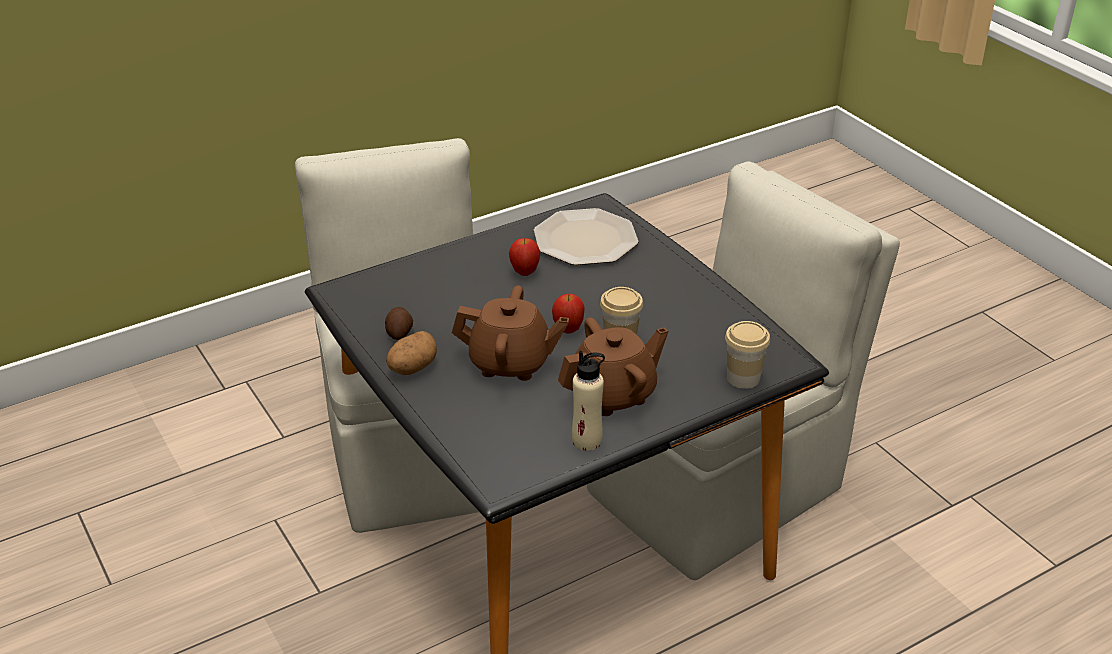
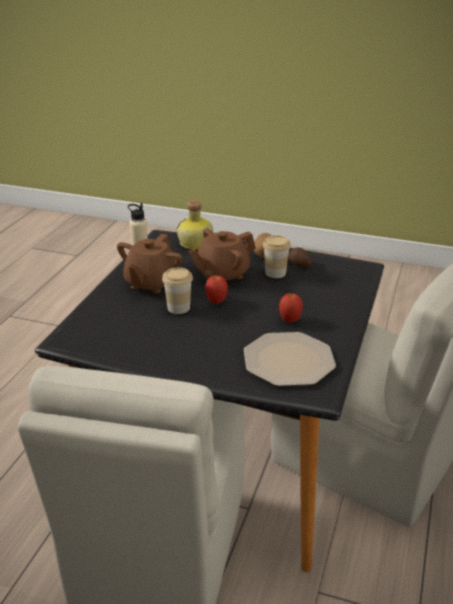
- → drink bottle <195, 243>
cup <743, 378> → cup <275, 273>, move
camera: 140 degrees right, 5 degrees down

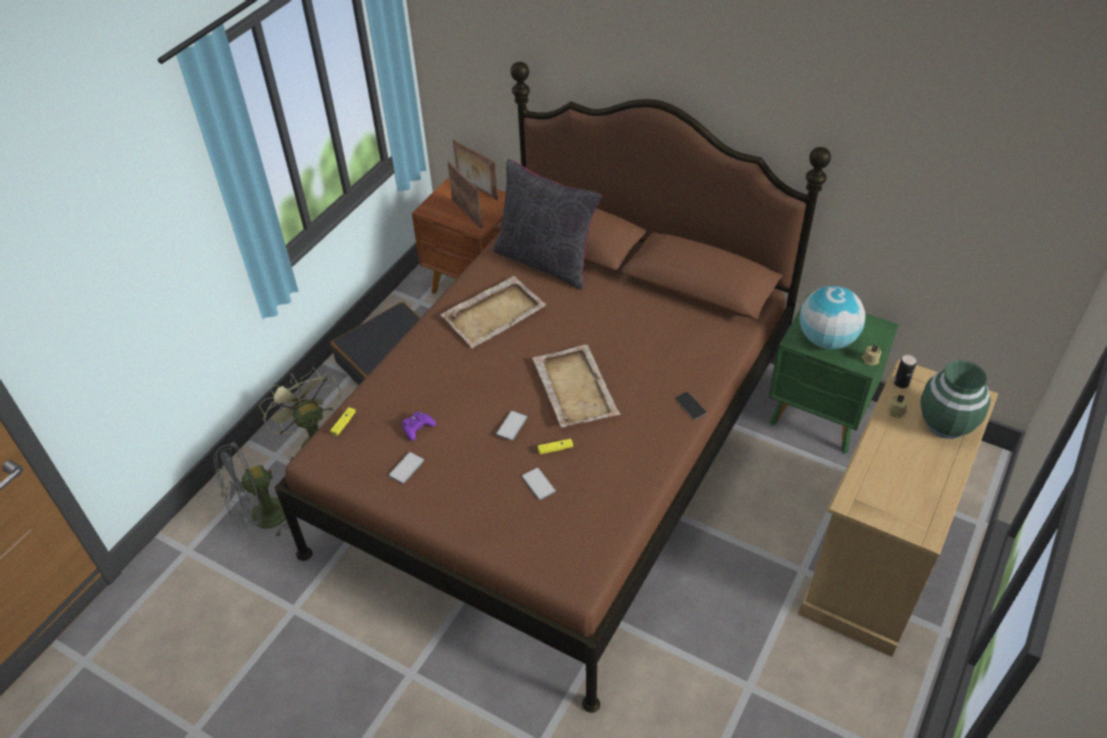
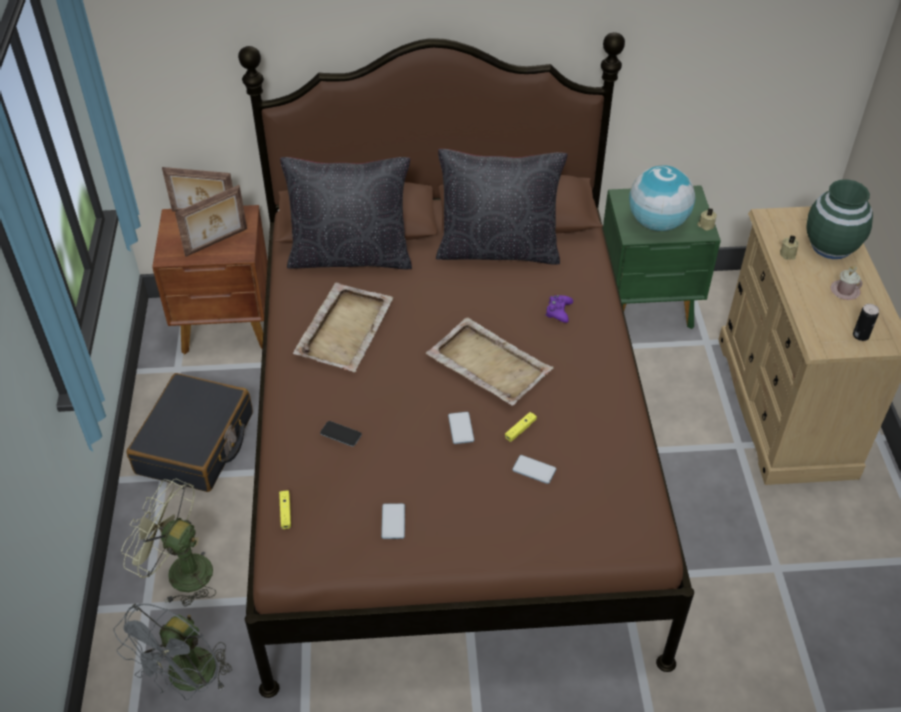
standing frame <467, 213> → standing frame <217, 243>, 120 degrees clockwise
telephone <690, 406> → telephone <341, 434>, move
- → black pillow <498, 249>
purplish joypad <417, 428> → purplish joypad <558, 311>, move
- → pink tea mug <844, 291>
can <901, 383> → can <860, 335>, move
camera: 35 degrees left, 0 degrees up

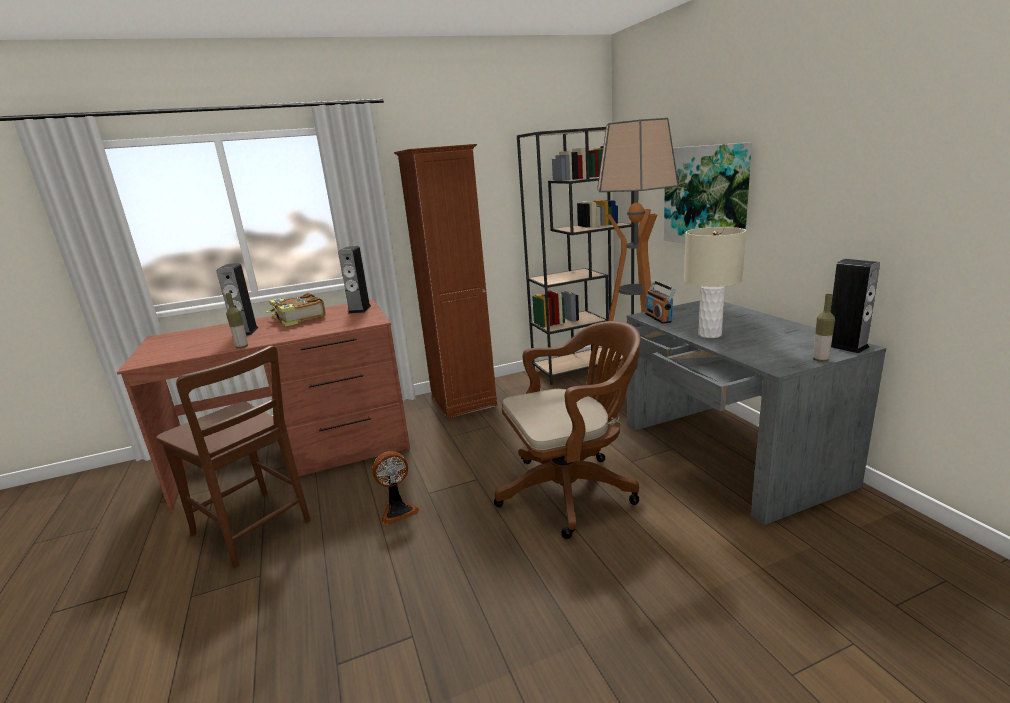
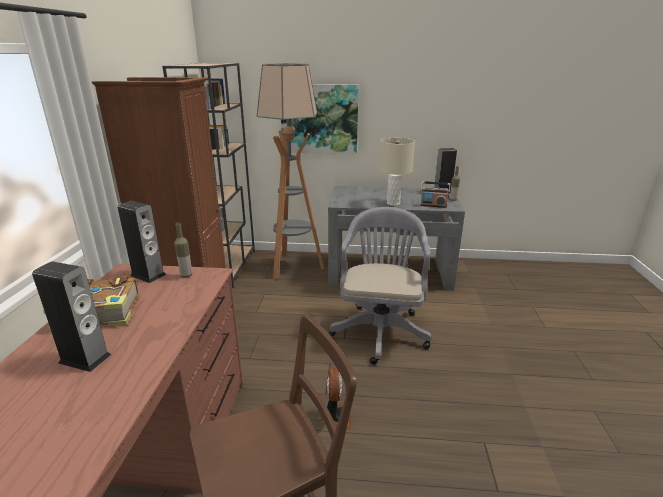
drink bottle <242, 347> → drink bottle <186, 275>, move
brownish desk chair <572, 490> → greyish desk chair <380, 329>
radio <658, 318> → radio <433, 205>, move
camera: 65 degrees left, 5 degrees up

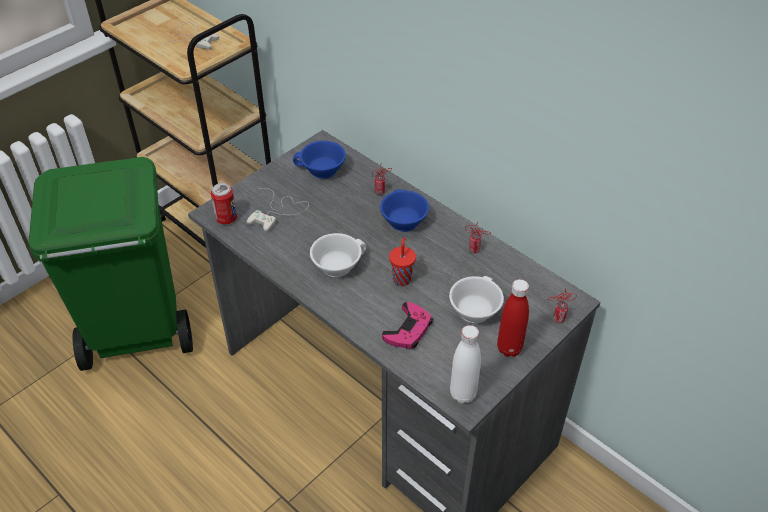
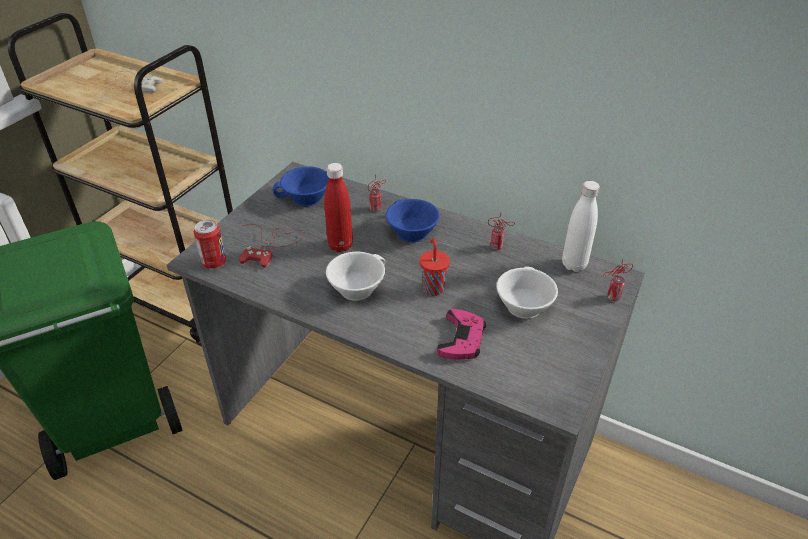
white joypad <278, 211> → red-coloured joypad <271, 245>
red-coloured drink bottle <509, 348> → red-coloured drink bottle <340, 245>, move
white drink bottle <463, 394> → white drink bottle <574, 264>, move
camera: 15 degrees left, 5 degrees down

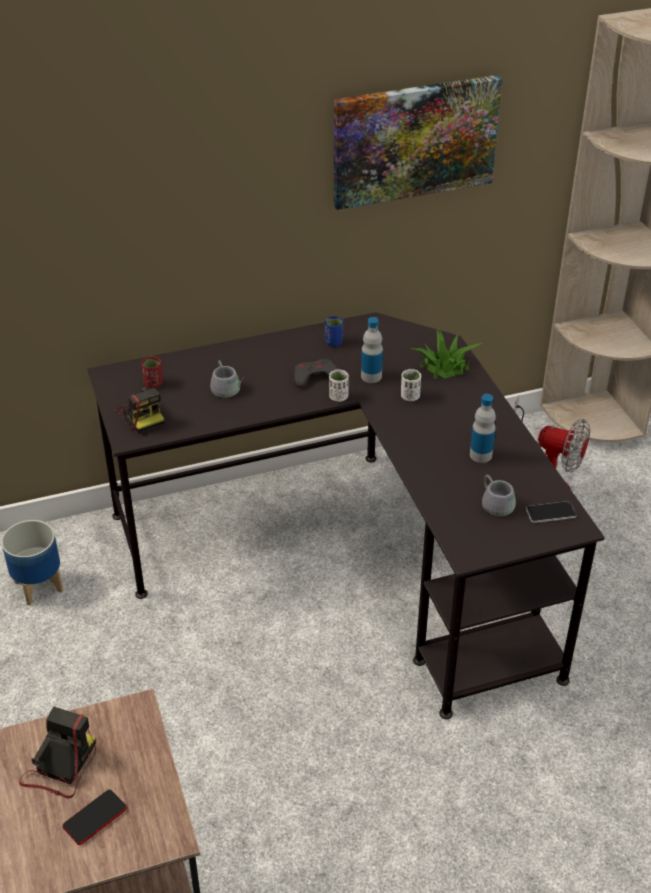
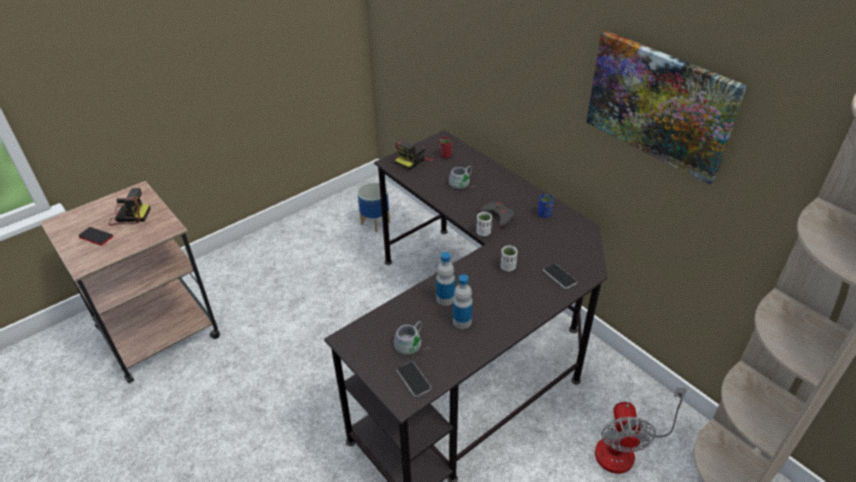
drink bottle <371, 376> → drink bottle <445, 299>, move
plant in a pot <444, 365> → telephone <559, 276>
camera: 70 degrees right, 0 degrees up

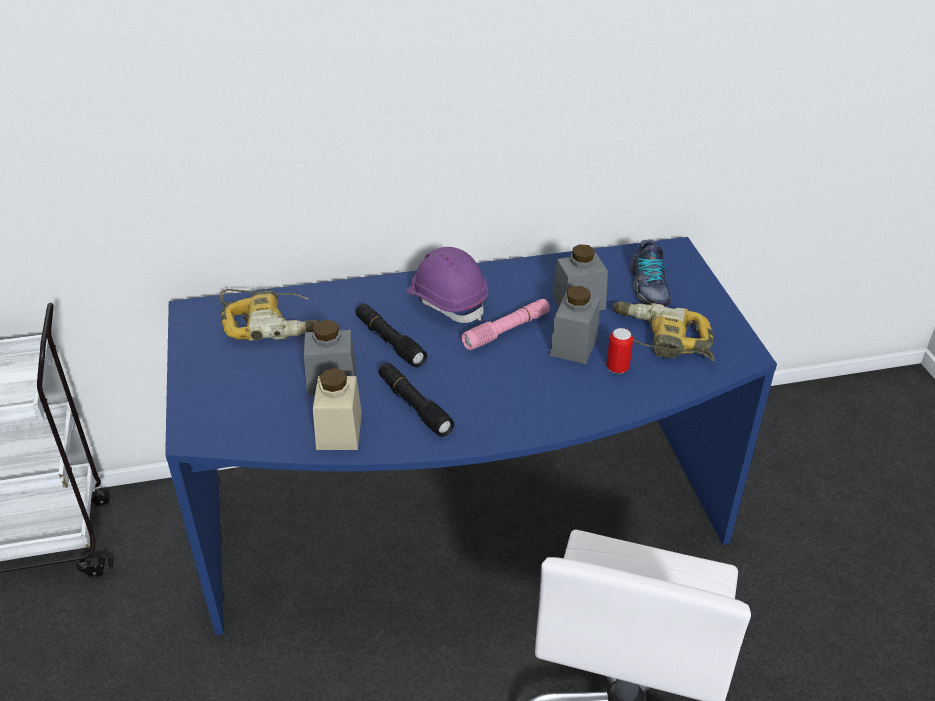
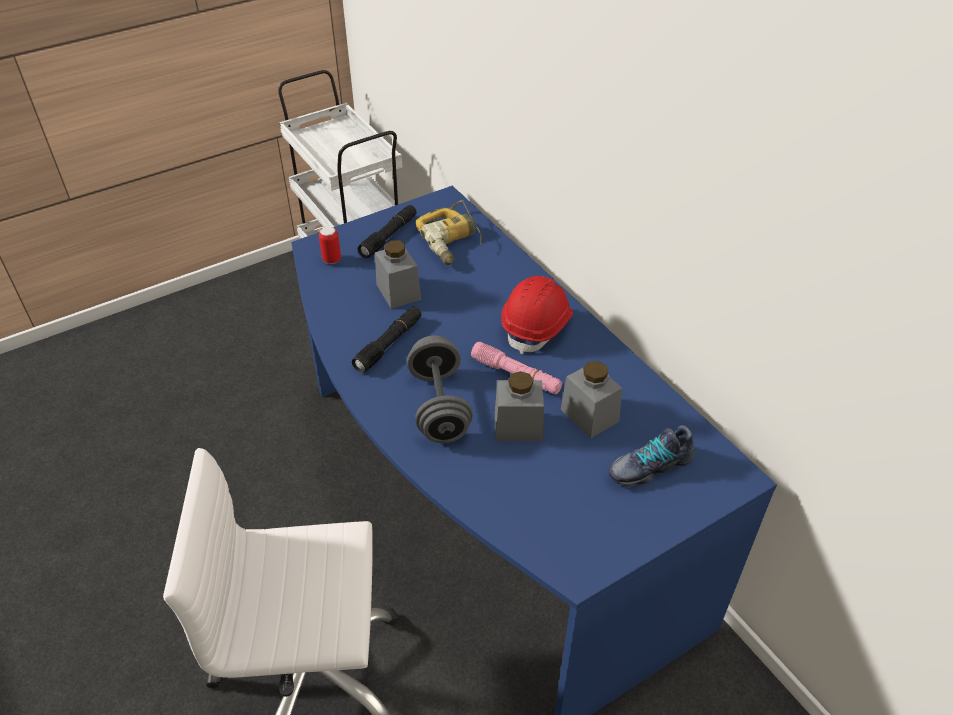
can <617, 368> → can <332, 260>, move
black torch <390, 341> → black torch <389, 236>, move
- → greyish dumbbell <439, 406>
purplish hard hat <447, 301> → red-coloured hard hat <537, 326>
sand-coloured storage jar <339, 431> → -
drill <660, 340> → -
camera: 70 degrees right, 5 degrees up

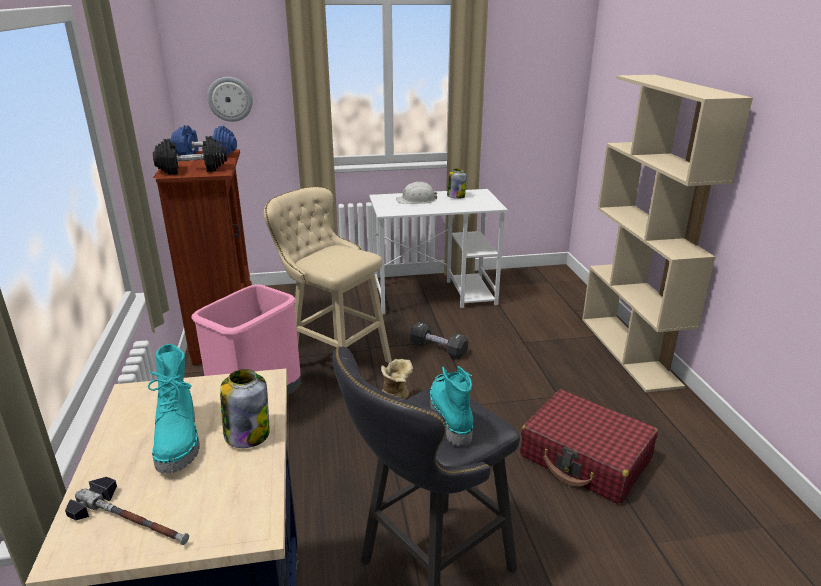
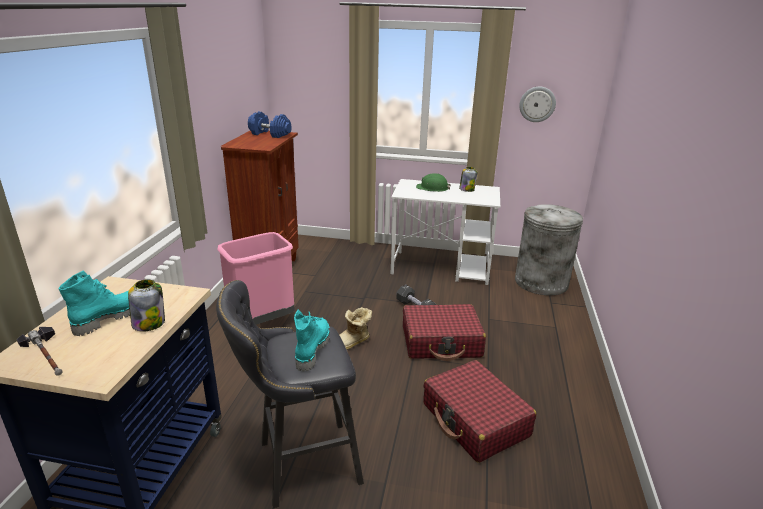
blue-green high-top boot <179, 440> → blue-green high-top boot <110, 317>, 150 degrees counterclockwise
- → red-coloured travel case <441, 342>
white hard hat <416, 200> → greenish hard hat <432, 188>
- → greyish waste bin <541, 282>
clock on the wall <230, 99> → clock on the wall <537, 104>, move
black dumbbell <192, 169> → -
sand-coloured stool <332, 360> → -
sand-coloured bookshelf <629, 351> → -
camera: 20 degrees right, 0 degrees up

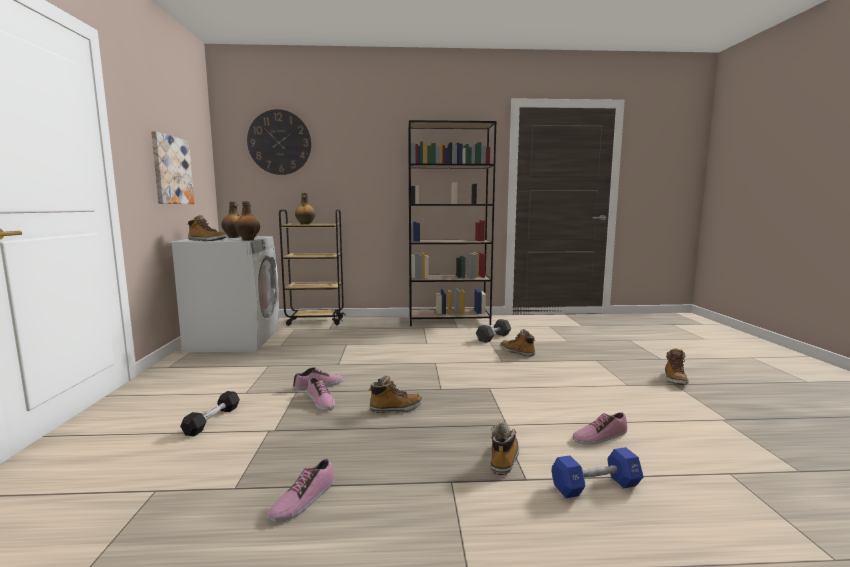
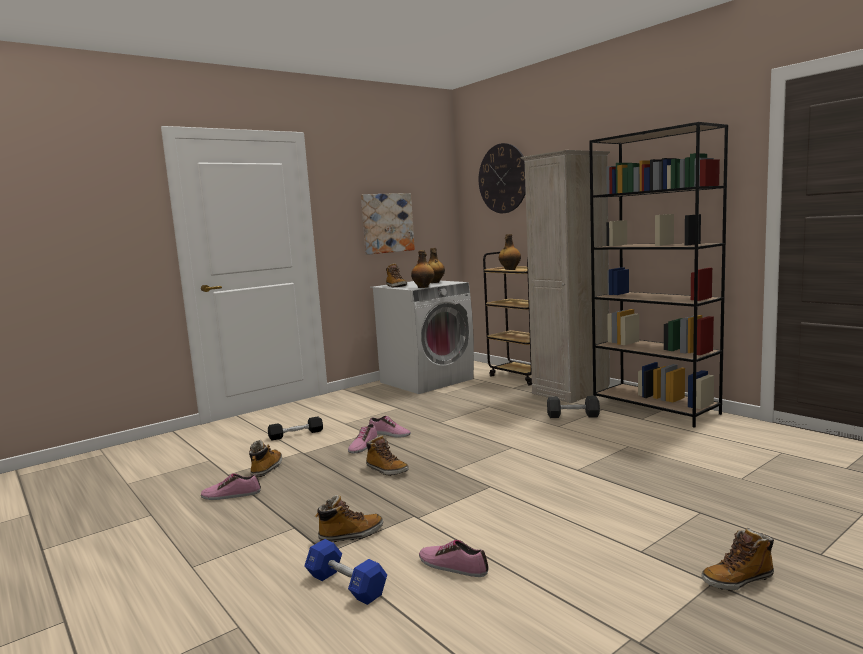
high-top boot <517, 352> → high-top boot <267, 469>, move
- → sand-coloured cabinet <570, 392>
black dumbbell <493, 337> → black dumbbell <573, 416>, move
camera: 55 degrees right, 0 degrees up

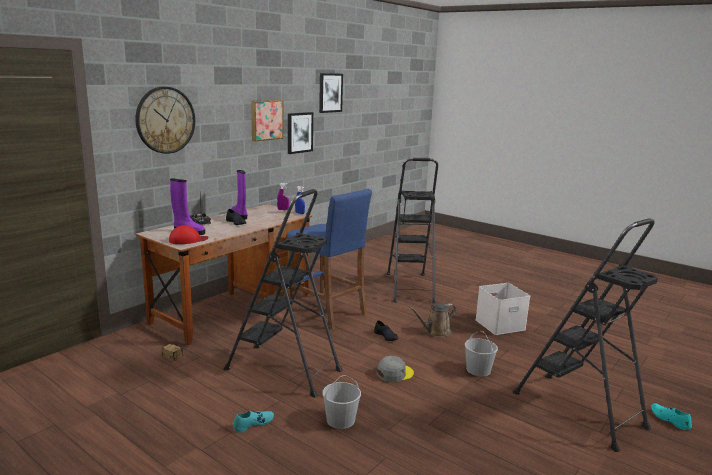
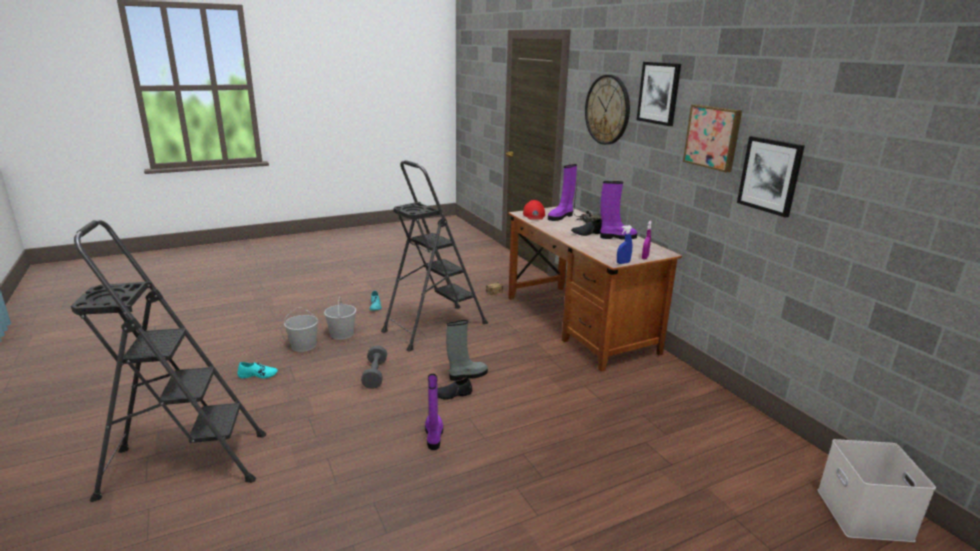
blue-green item of footwear <669, 419> → blue-green item of footwear <258, 375>, move
white bucket <478, 370> → white bucket <303, 345>, move
greyish baseball cap <394, 373> → greyish dumbbell <375, 375>
brownish watering pot <435, 332> → purplish high-top boot <434, 435>
- → greyish high-top boot <467, 375>
wall picture <330, 92> → wall picture <659, 93>, move
white storage box <500, 324> → white storage box <866, 515>, move
bluish stool <327, 311> → -
stepladder <409, 288> → -
camera: 115 degrees right, 5 degrees up

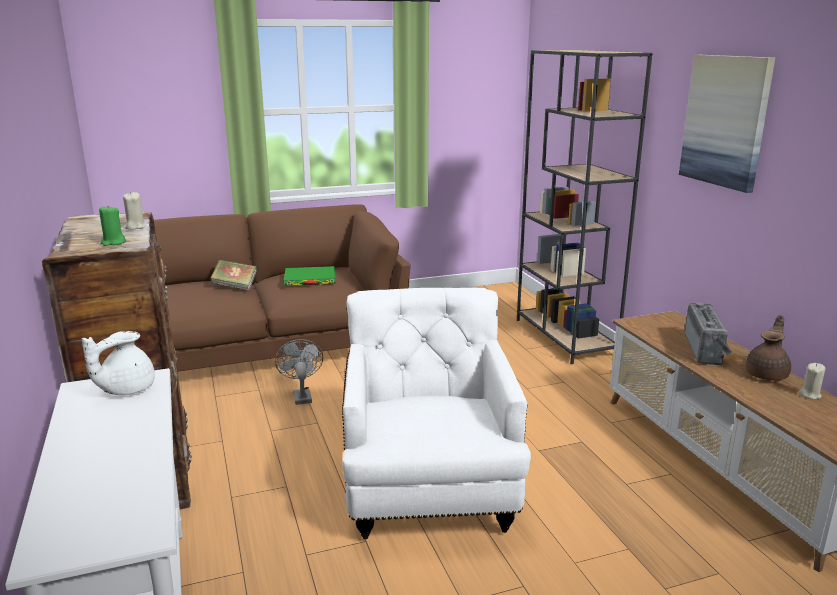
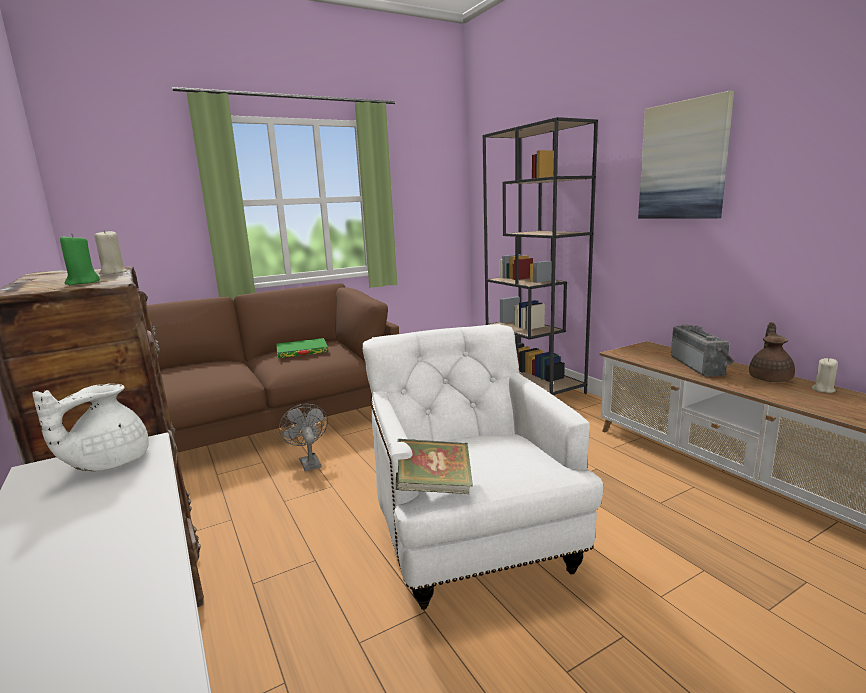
book <235, 286> → book <434, 488>, move
camera: 10 degrees left, 5 degrees down

